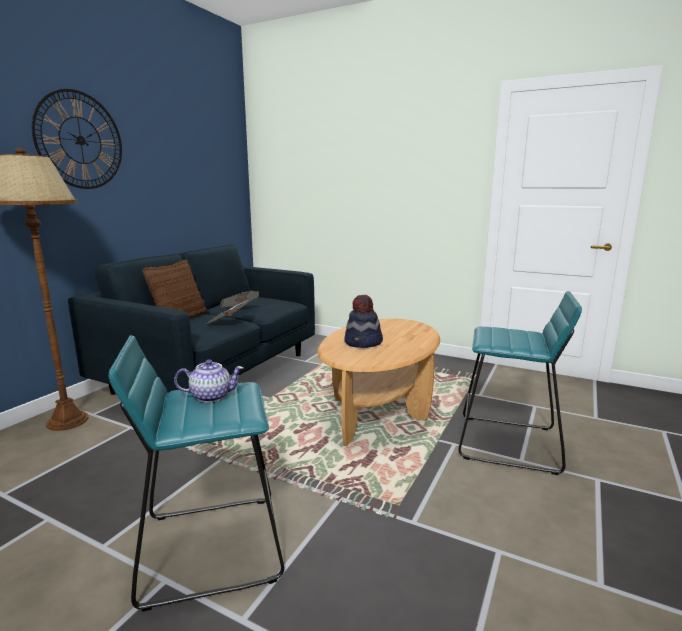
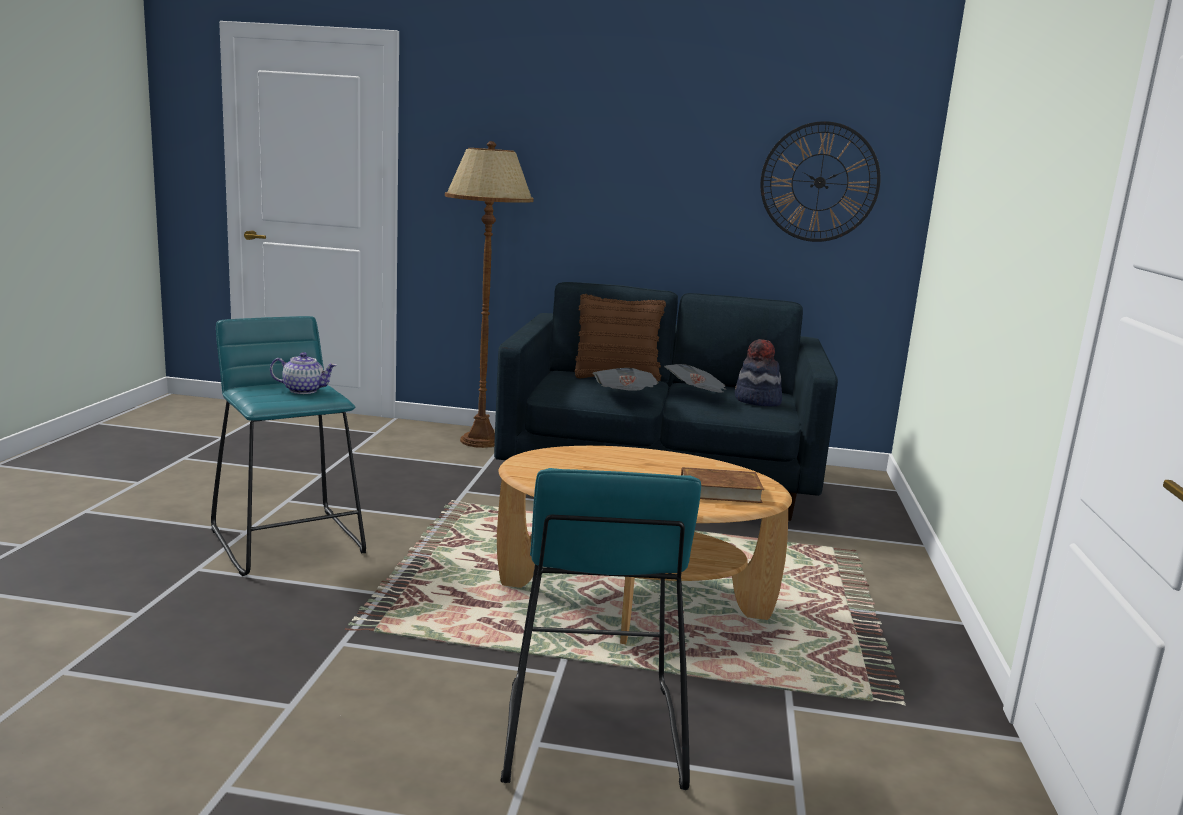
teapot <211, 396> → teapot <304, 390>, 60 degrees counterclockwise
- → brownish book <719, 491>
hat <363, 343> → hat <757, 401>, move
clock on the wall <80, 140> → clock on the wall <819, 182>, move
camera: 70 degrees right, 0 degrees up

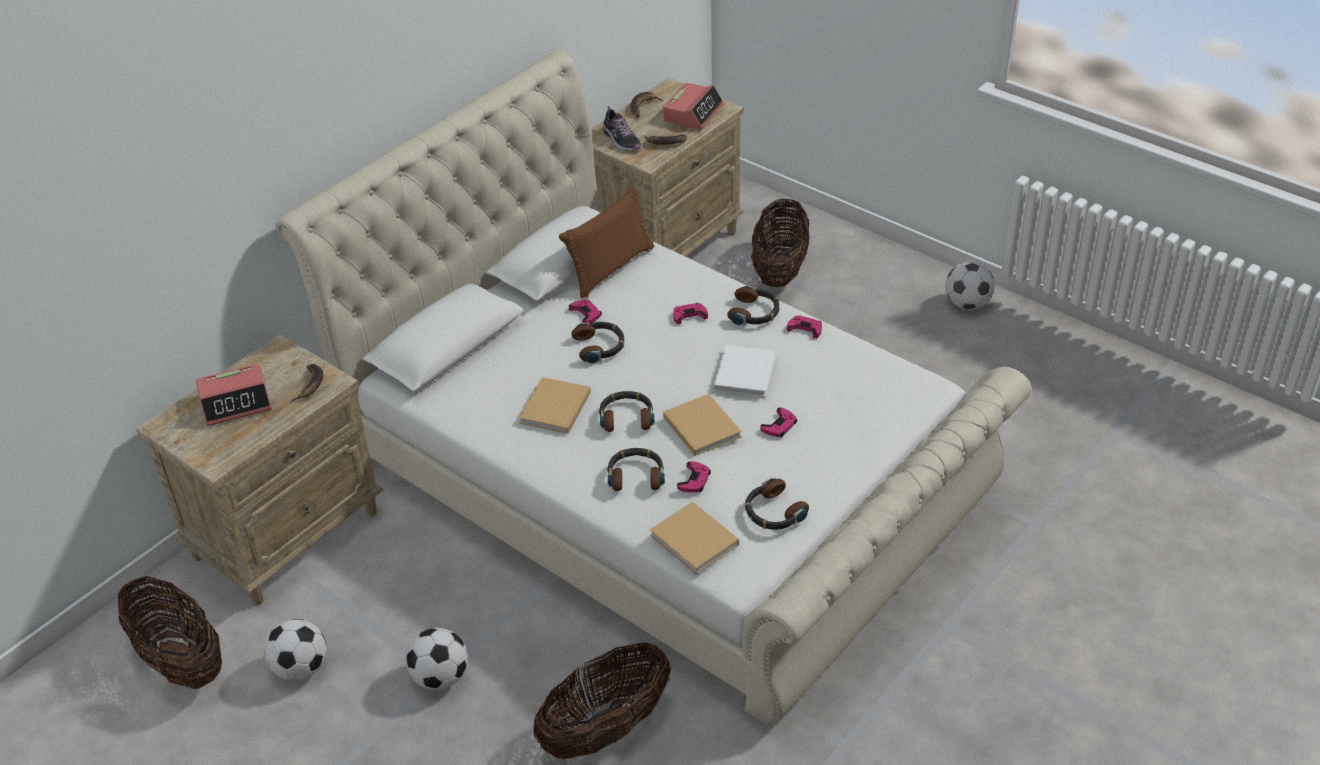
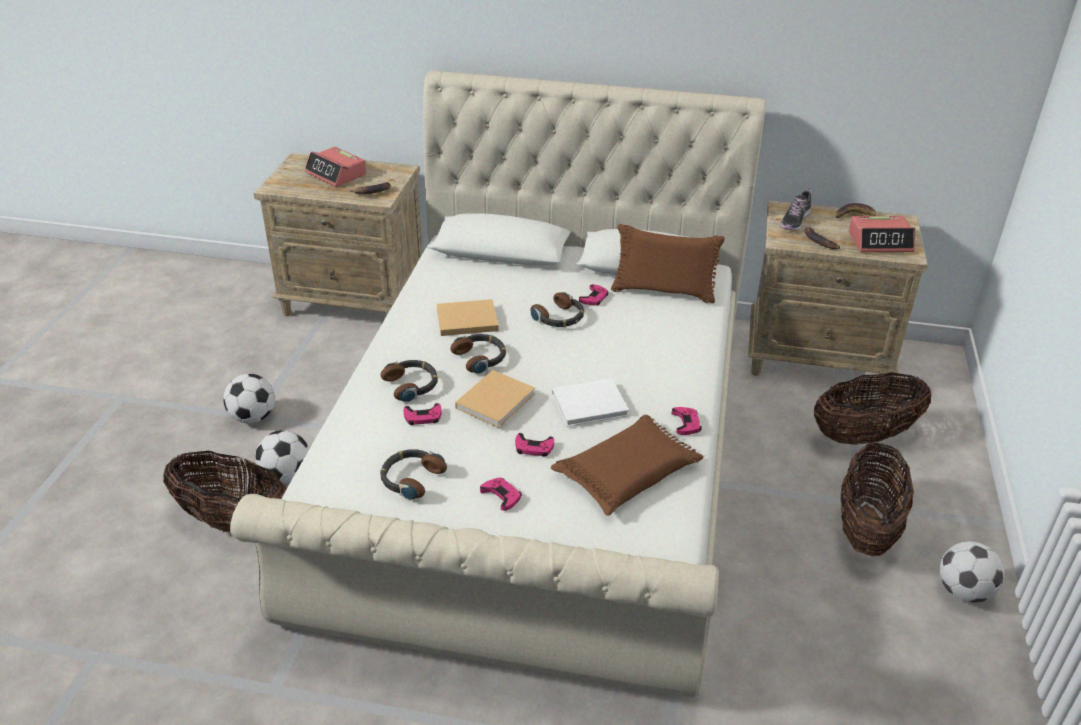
football <300, 668> → football <286, 476>, move
pink joypad <689, 315> → pink joypad <501, 495>, move
- → brownish pillow <627, 471>
storage basket <180, 661> → storage basket <866, 528>, move
sand-coloured book <695, 541> → -
pair of headphones <754, 312> → -
camera: 60 degrees right, 5 degrees down

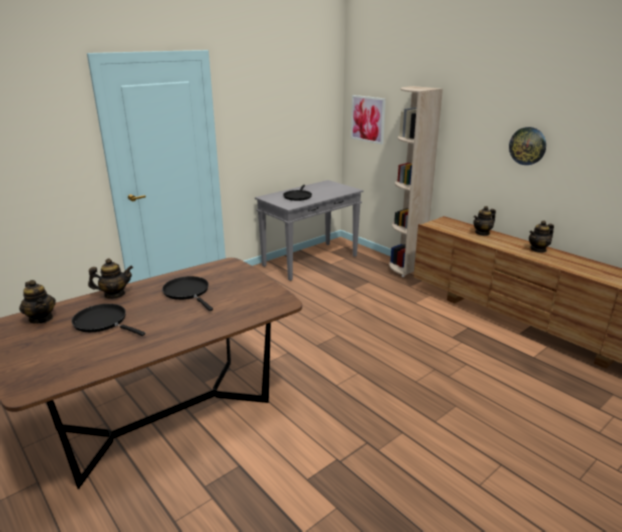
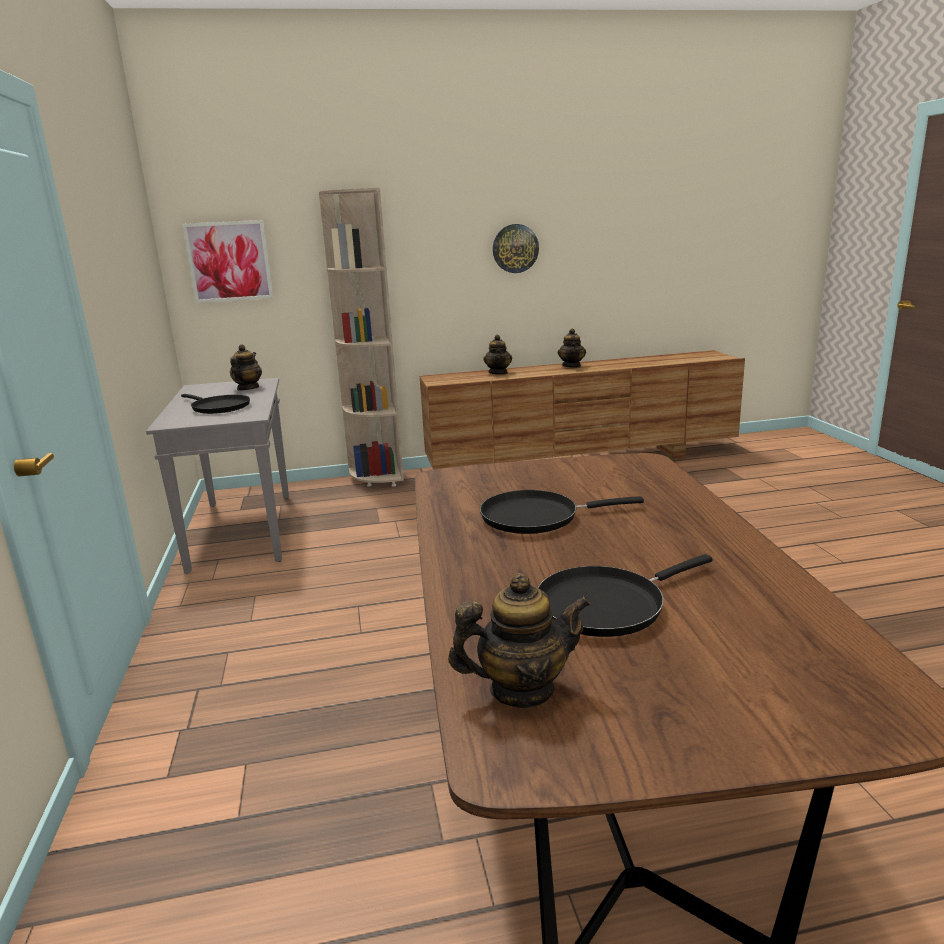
teapot <114, 294> → teapot <247, 388>, move
camera: 60 degrees left, 5 degrees down

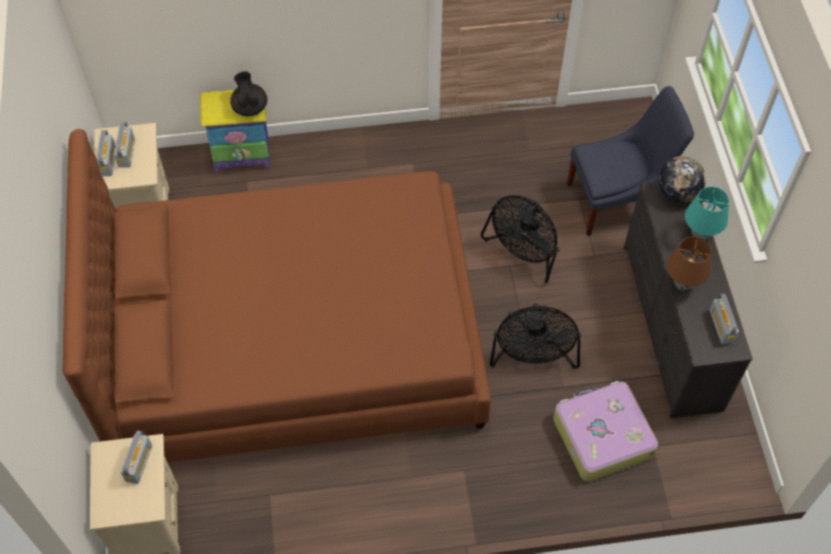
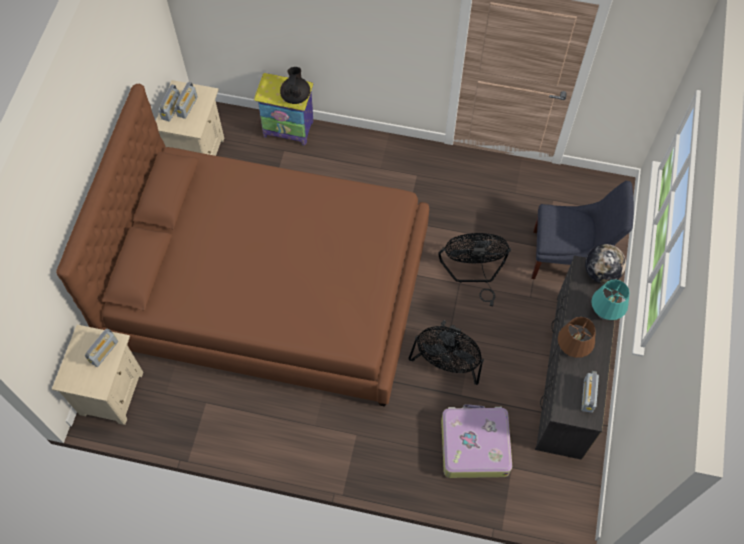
black cooling fan <523, 249> → black cooling fan <475, 273>, 120 degrees clockwise
camera: 20 degrees right, 5 degrees up

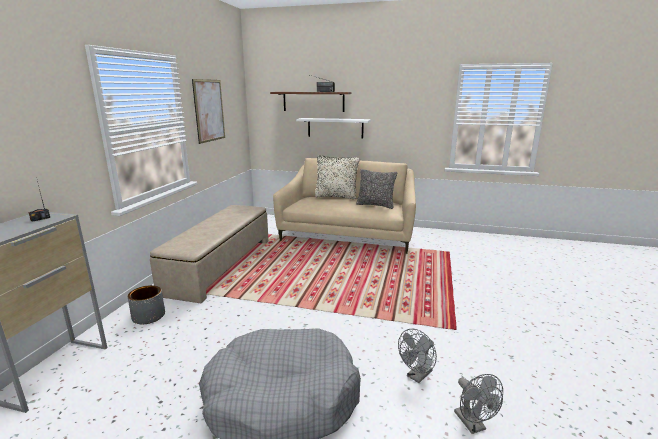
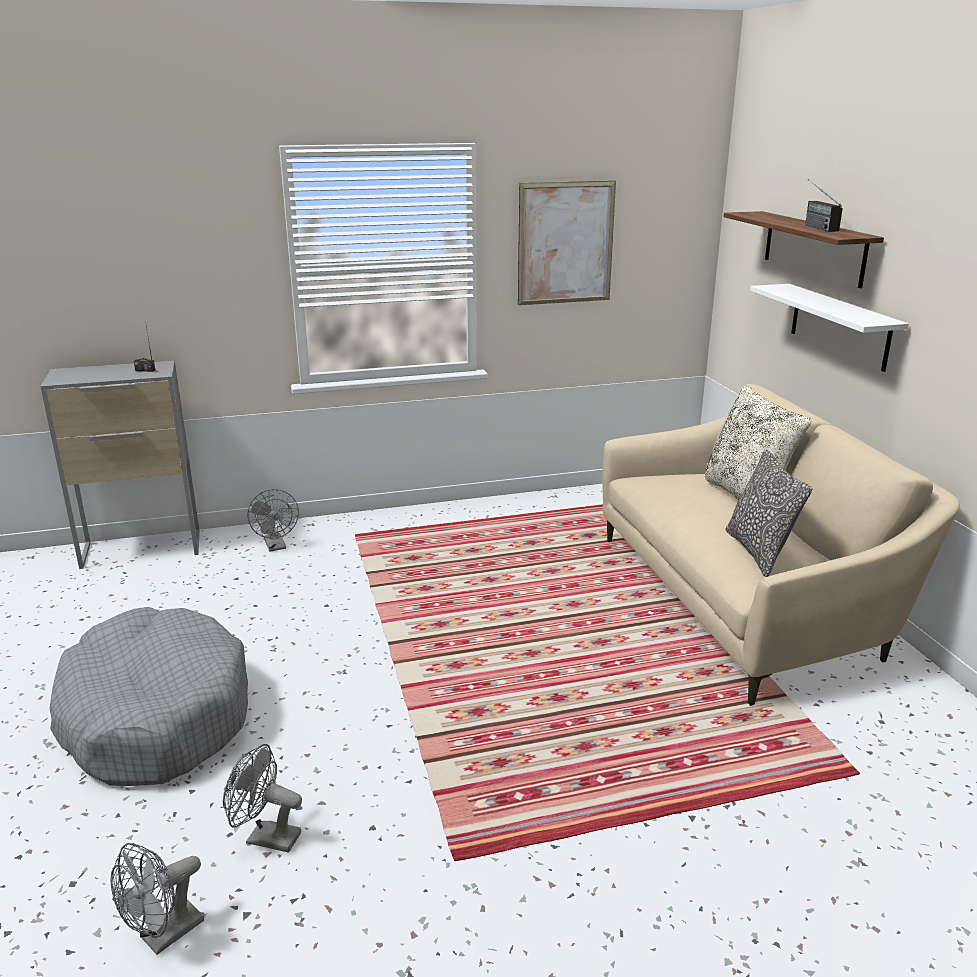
greyish plant pot <148, 316> → greyish cooling fan <276, 546>
sand-coloured bench <220, 264> → -
camera: 60 degrees right, 5 degrees up

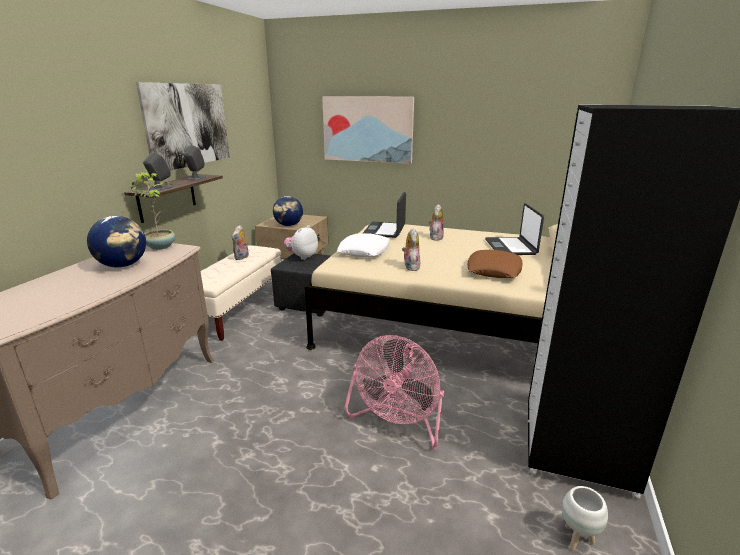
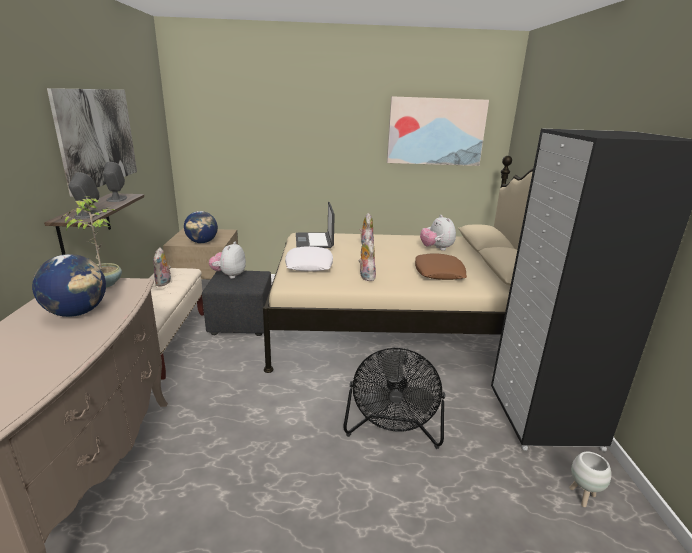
pink cooling fan <395, 420> → black cooling fan <389, 428>
wall picture <368, 129> → wall picture <435, 131>, move
laptop <511, 247> → soft toy <436, 249>
camera: 20 degrees left, 0 degrees up

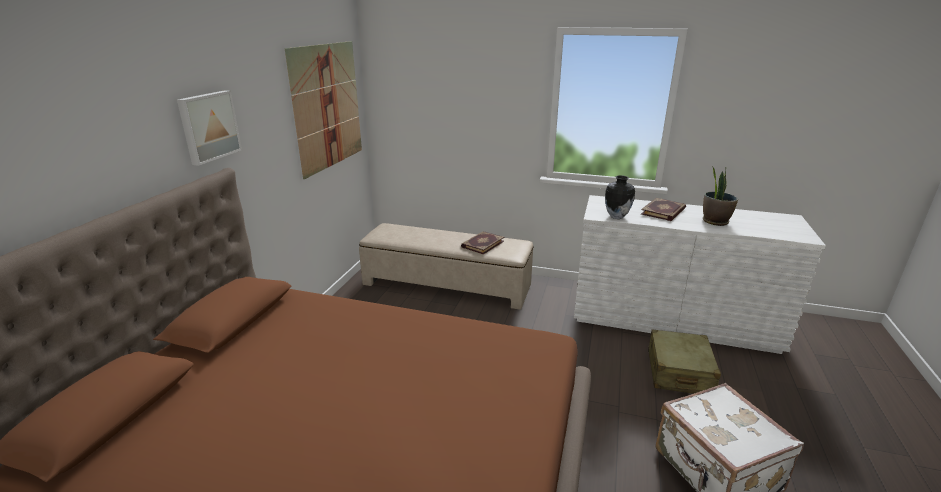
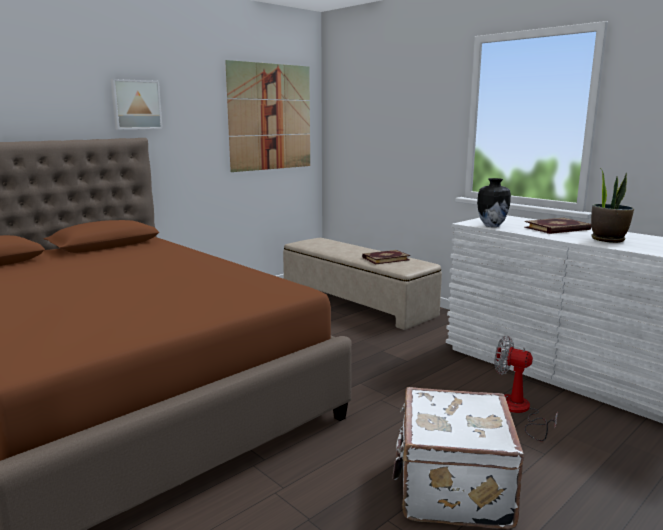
sand-coloured travel case <679, 372> → cooling fan <518, 411>
camera: 30 degrees right, 10 degrees down

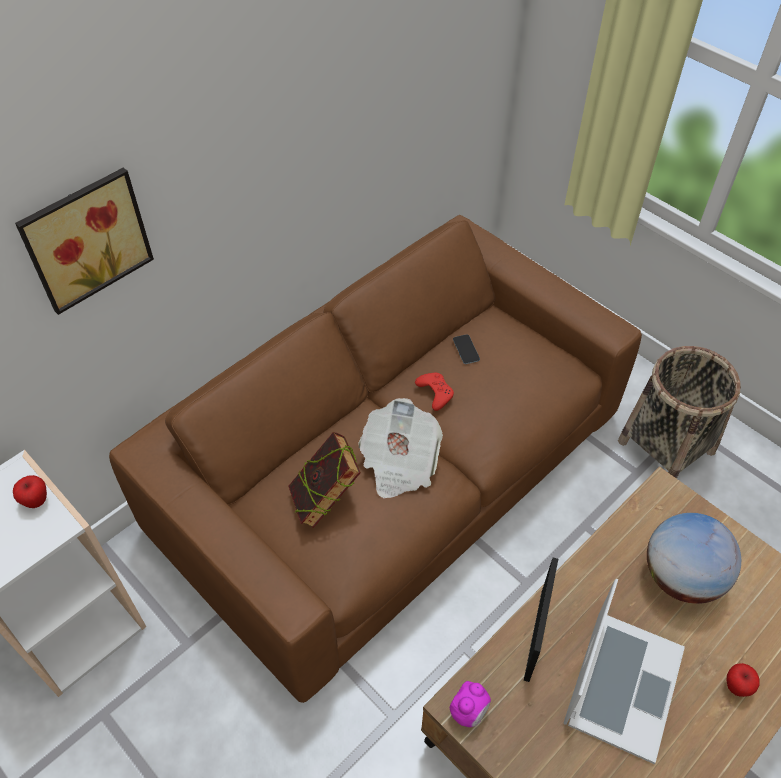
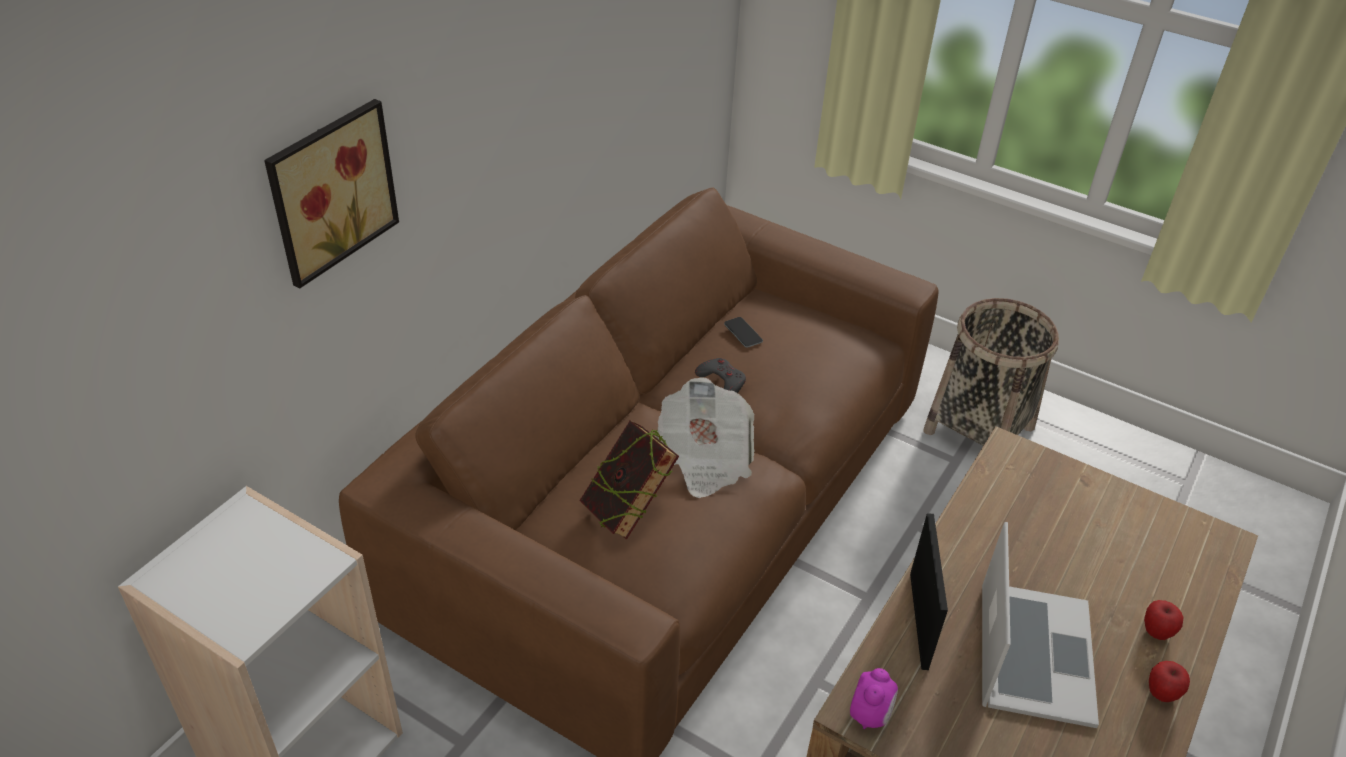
red-coloured joypad <435, 392> → greyish joypad <722, 381>
apple <36, 501> → apple <1161, 694>, move
globe <681, 577> → -
camera: 15 degrees left, 10 degrees down

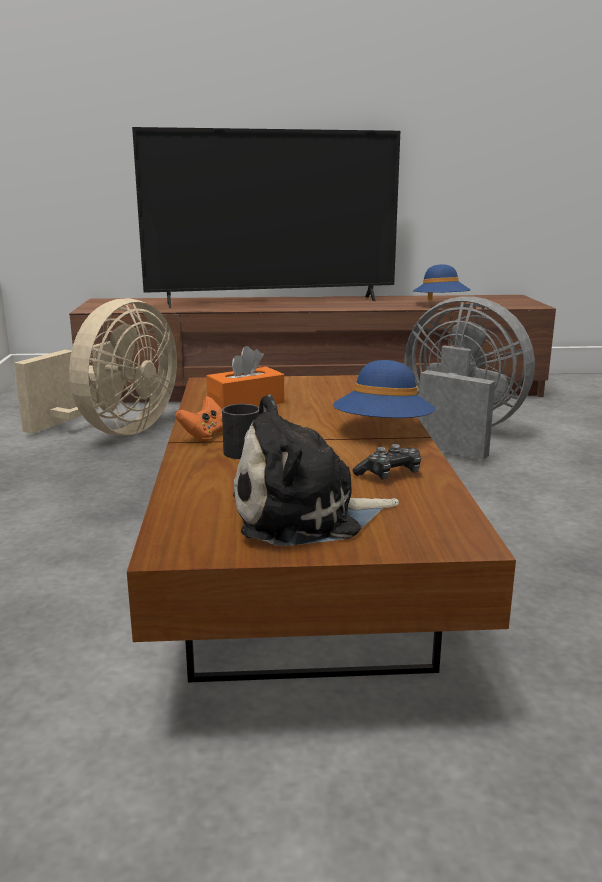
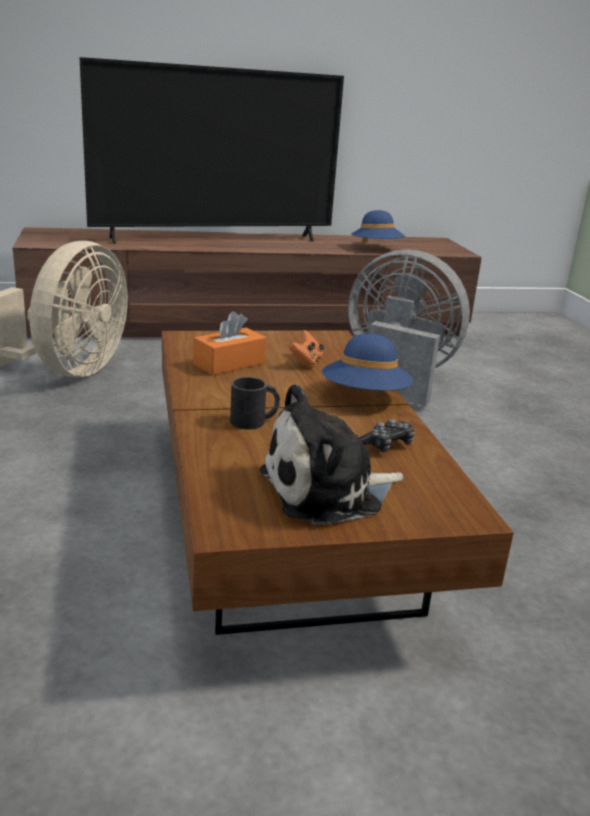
orange-coloured joypad <205, 435> → orange-coloured joypad <306, 362>, move
camera: 10 degrees left, 5 degrees up

